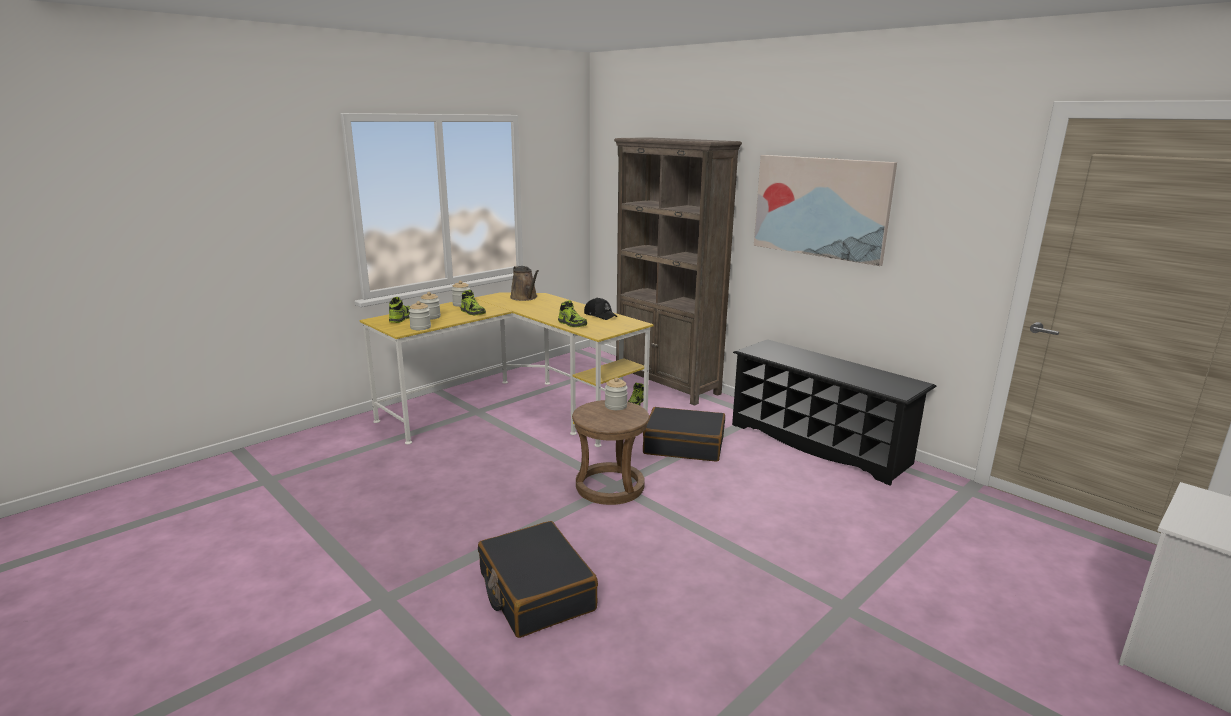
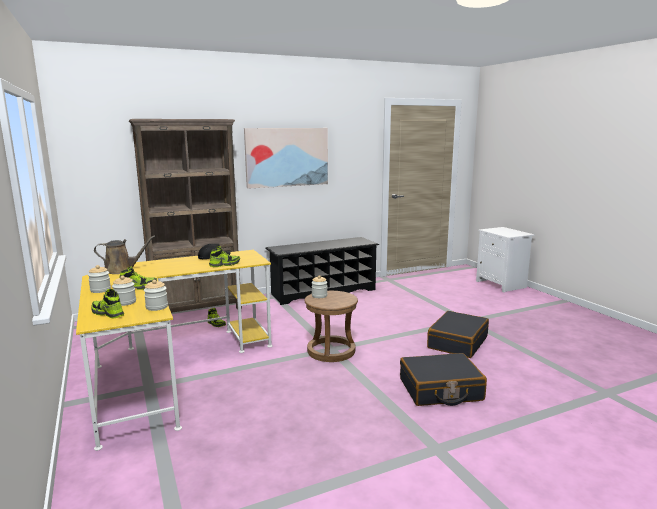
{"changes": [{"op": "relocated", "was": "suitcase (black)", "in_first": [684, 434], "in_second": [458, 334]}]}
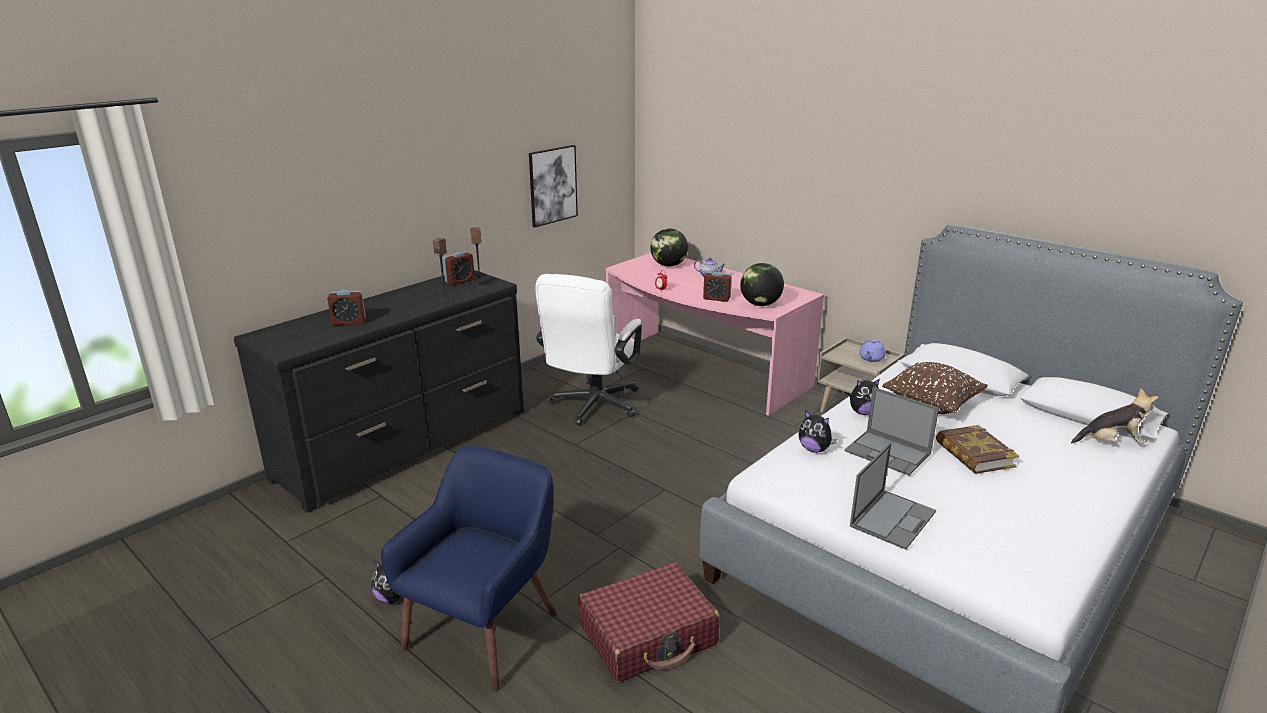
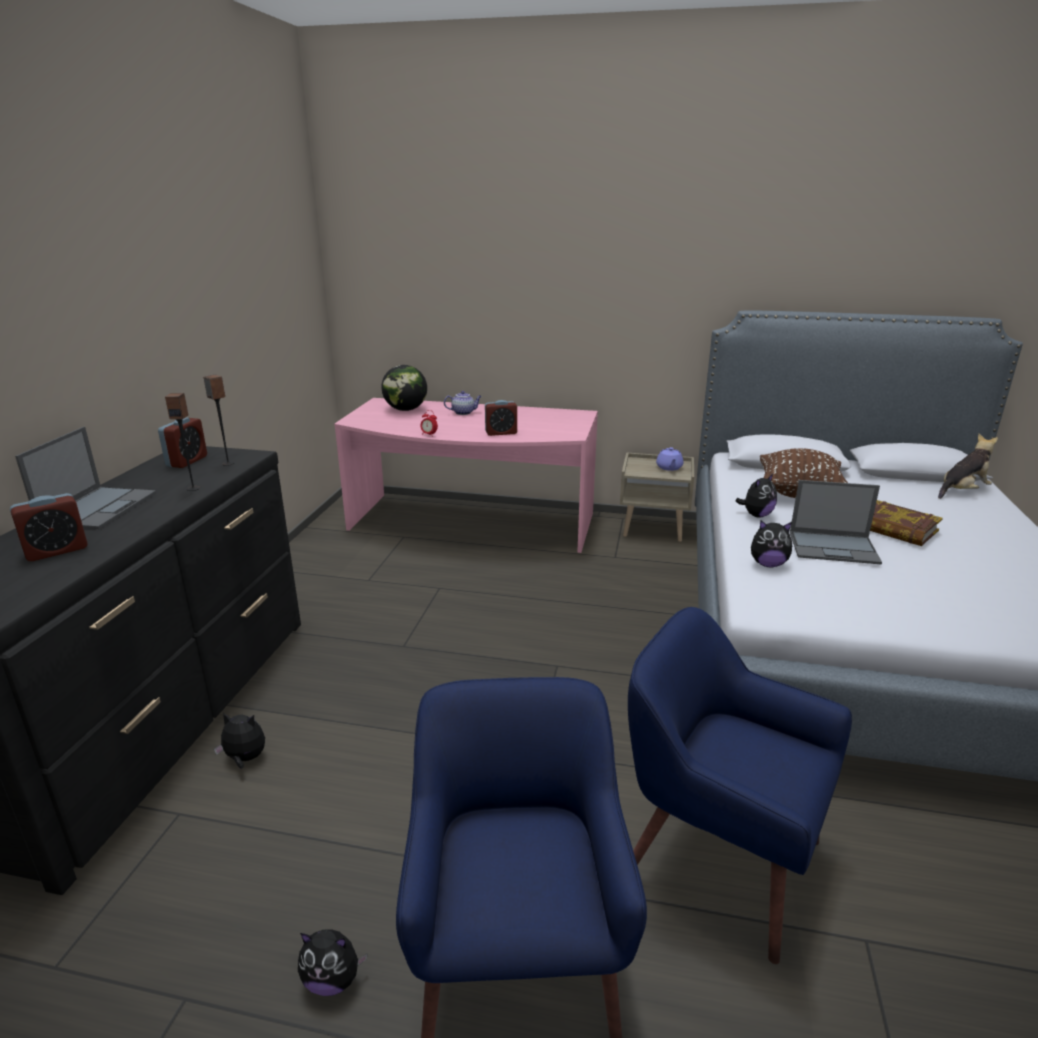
{"changes": [{"op": "missing", "was": "picture", "in_first": [553, 186]}, {"op": "missing", "was": "office chair (white)", "in_first": [588, 349]}, {"op": "exchanged", "was": "suitcase (red)", "now": "armchair (blue)", "in_first": [649, 622], "in_second": [740, 785]}, {"op": "missing", "was": "globe", "in_first": [762, 284]}, {"op": "relocated", "was": "laptop", "in_first": [893, 496], "in_second": [85, 478]}, {"op": "appeared", "now": "plush toy", "in_second": [239, 741]}]}
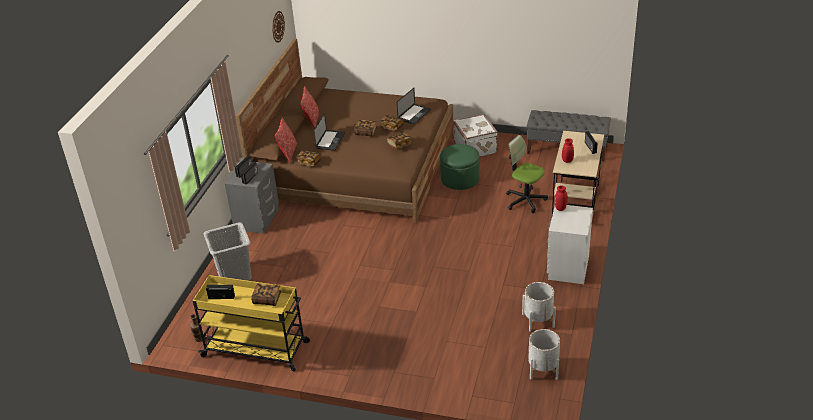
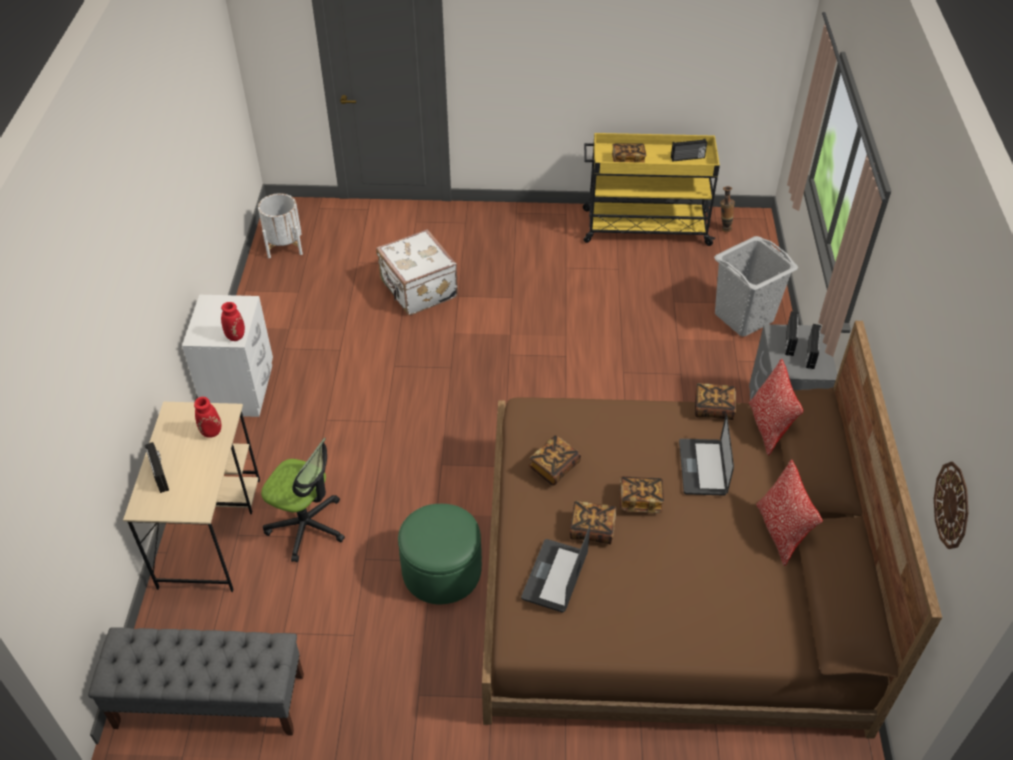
{"changes": [{"op": "relocated", "was": "suitcase (white)", "in_first": [475, 135], "in_second": [417, 272]}, {"op": "missing", "was": "planter (white)", "in_first": [539, 307]}]}
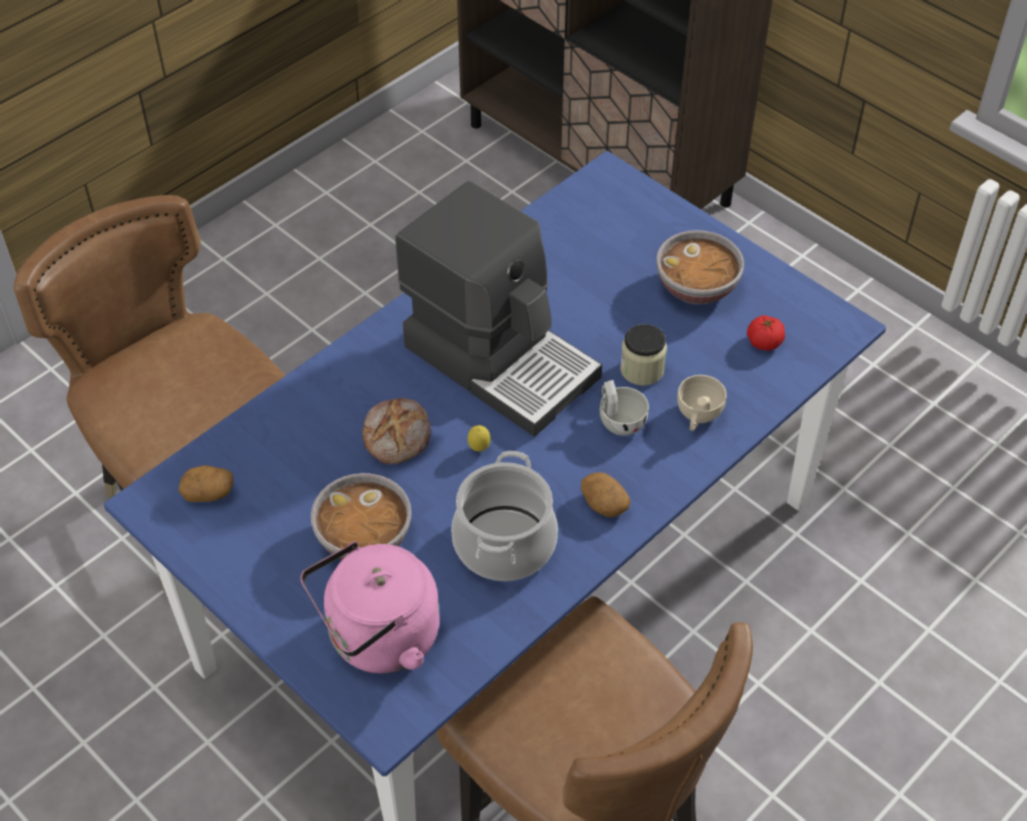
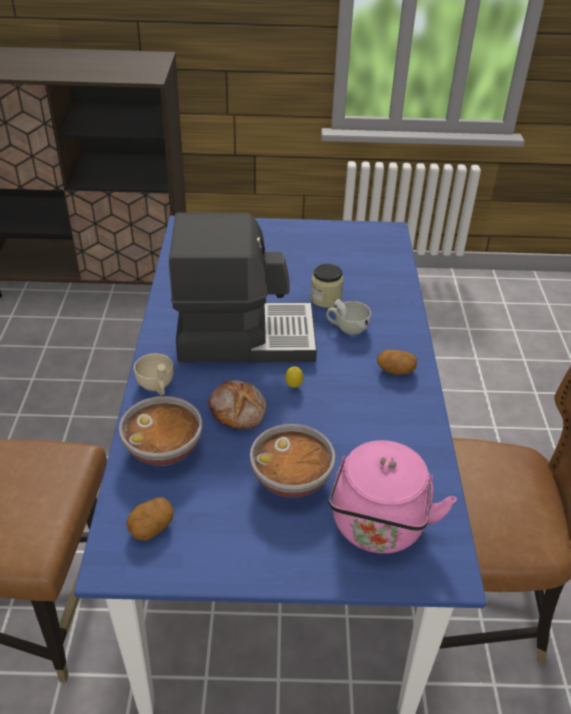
{"changes": [{"op": "missing", "was": "cooking pot", "in_first": [504, 516]}, {"op": "relocated", "was": "bowl", "in_first": [700, 267], "in_second": [160, 431]}, {"op": "relocated", "was": "cup (beige)", "in_first": [702, 403], "in_second": [154, 374]}, {"op": "missing", "was": "tomato", "in_first": [766, 333]}]}
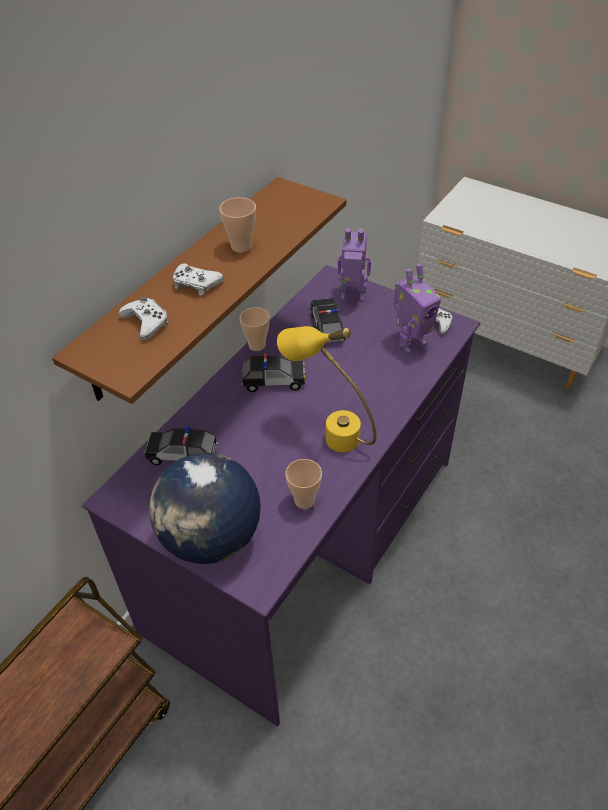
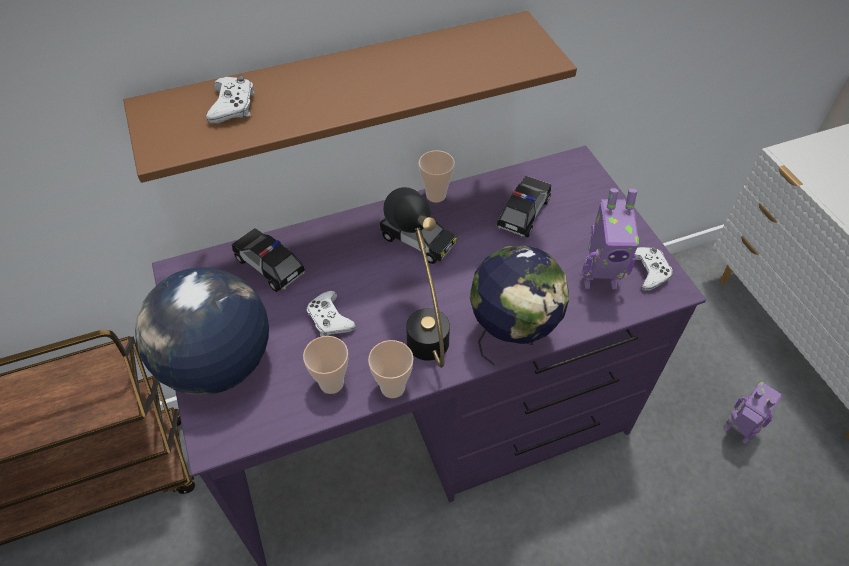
{"changes": [{"op": "relocated", "was": "game controller (white)", "in_first": [198, 279], "in_second": [331, 313]}, {"op": "relocated", "was": "cup", "in_first": [237, 225], "in_second": [391, 369]}, {"op": "colour", "was": "table lamp (yellow)", "now": "table lamp (black)", "in_first": [326, 389], "in_second": [416, 277]}, {"op": "relocated", "was": "toy robot", "in_first": [354, 264], "in_second": [753, 413]}, {"op": "appeared", "now": "globe", "in_second": [519, 305]}]}
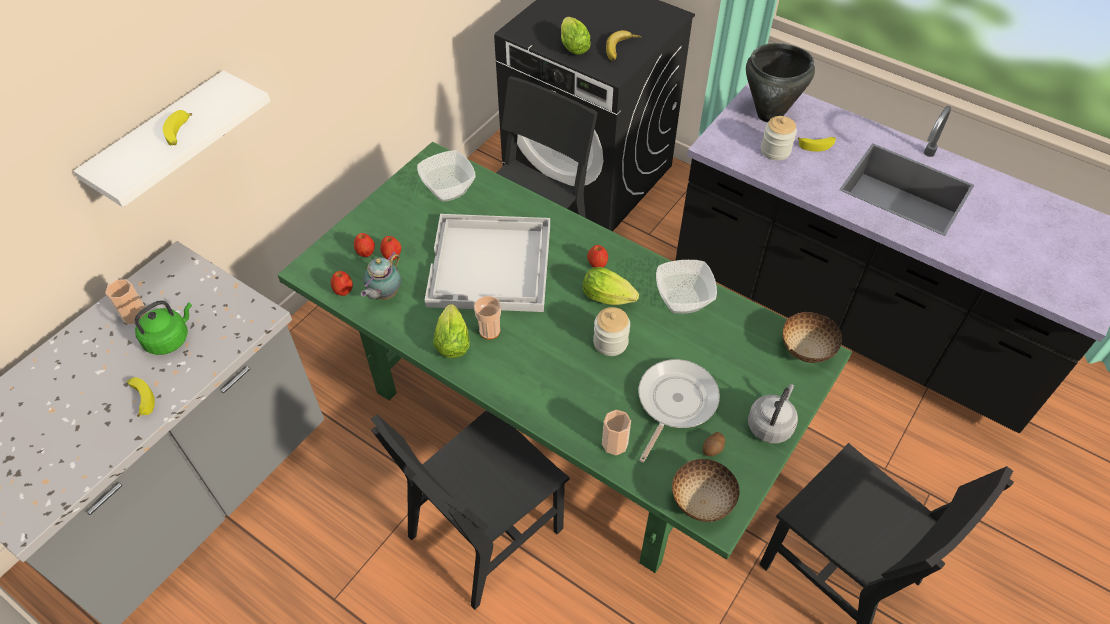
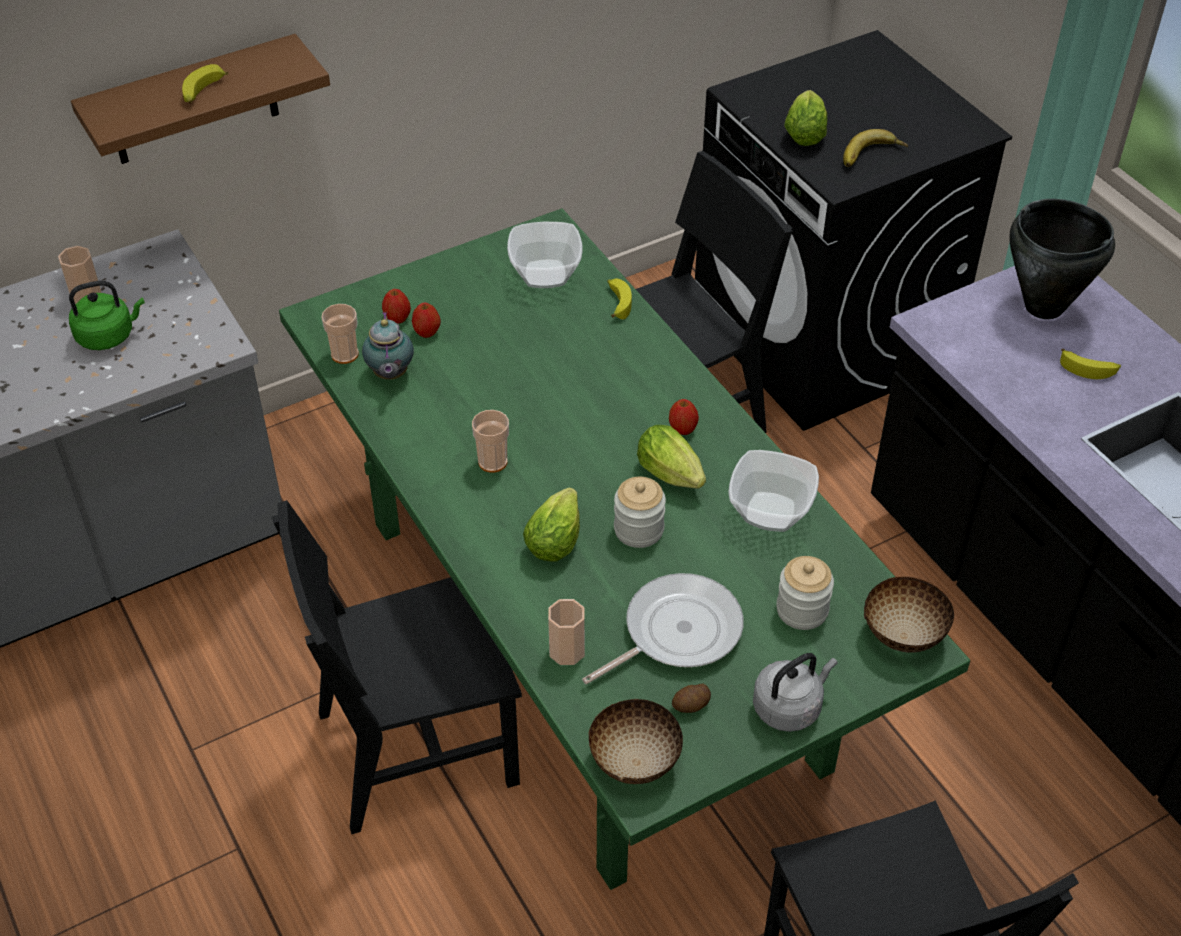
{"changes": [{"op": "colour", "was": "shelf (white)", "now": "shelf (brown)", "in_first": [172, 138], "in_second": [200, 99]}, {"op": "relocated", "was": "banana", "in_first": [141, 397], "in_second": [620, 298]}, {"op": "exchanged", "was": "apple", "now": "cup", "in_first": [341, 283], "in_second": [340, 334]}, {"op": "spun", "was": "teapot", "in_first": [381, 276], "in_second": [388, 346], "clockwise": -60}, {"op": "missing", "was": "tray (white)", "in_first": [487, 263]}, {"op": "relocated", "was": "lettuce", "in_first": [451, 331], "in_second": [551, 524]}, {"op": "relocated", "was": "jar", "in_first": [779, 138], "in_second": [805, 593]}]}
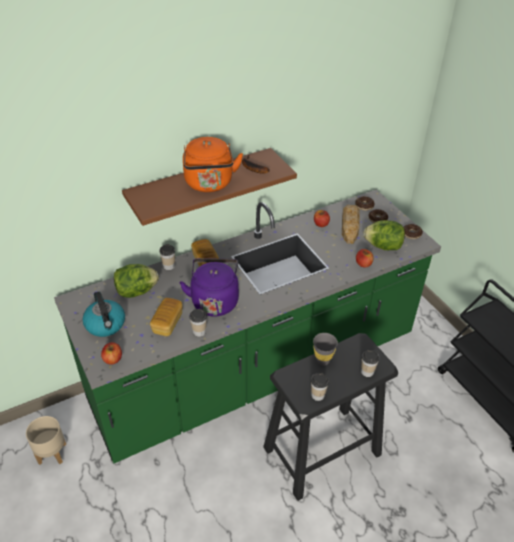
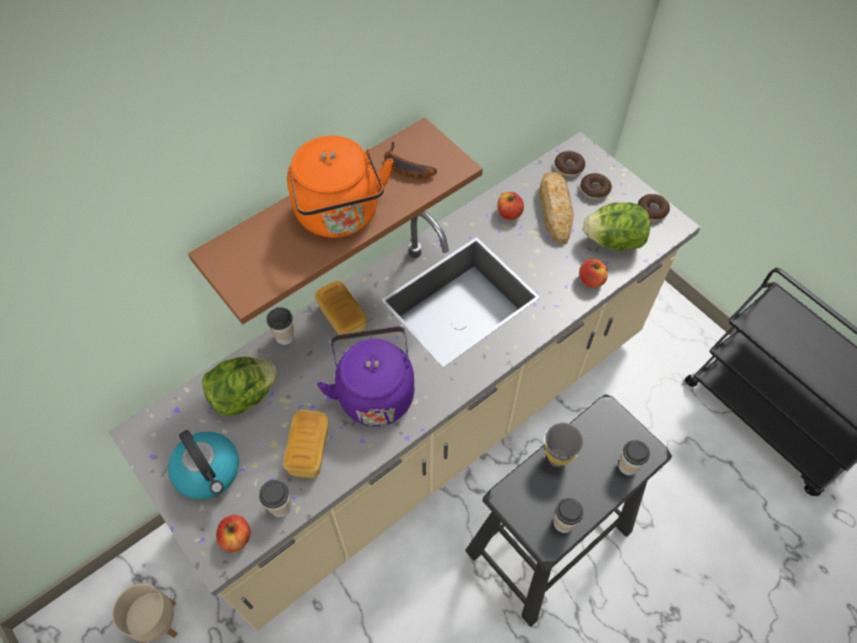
{"changes": [{"op": "colour", "was": "counter (green)", "now": "counter (beige)", "in_first": [247, 326], "in_second": [404, 381]}, {"op": "relocated", "was": "cup", "in_first": [198, 323], "in_second": [275, 499]}]}
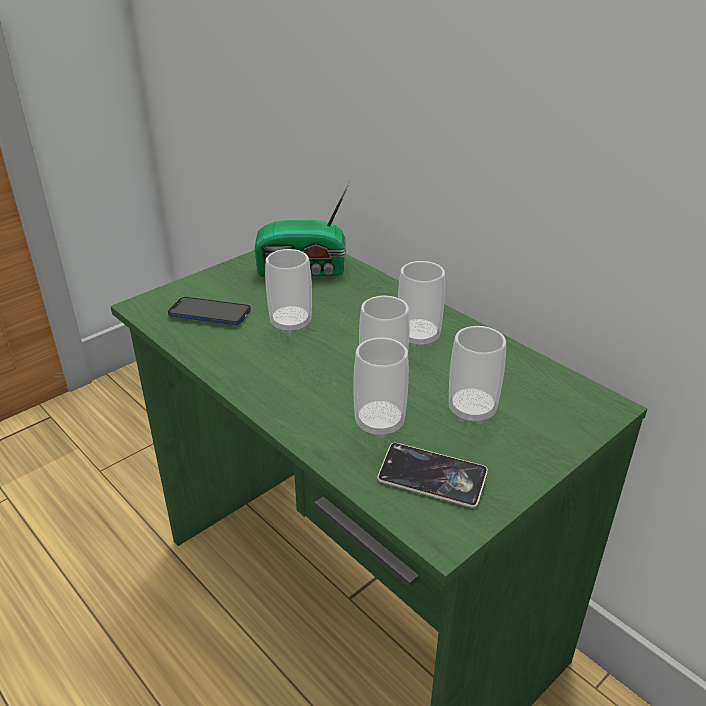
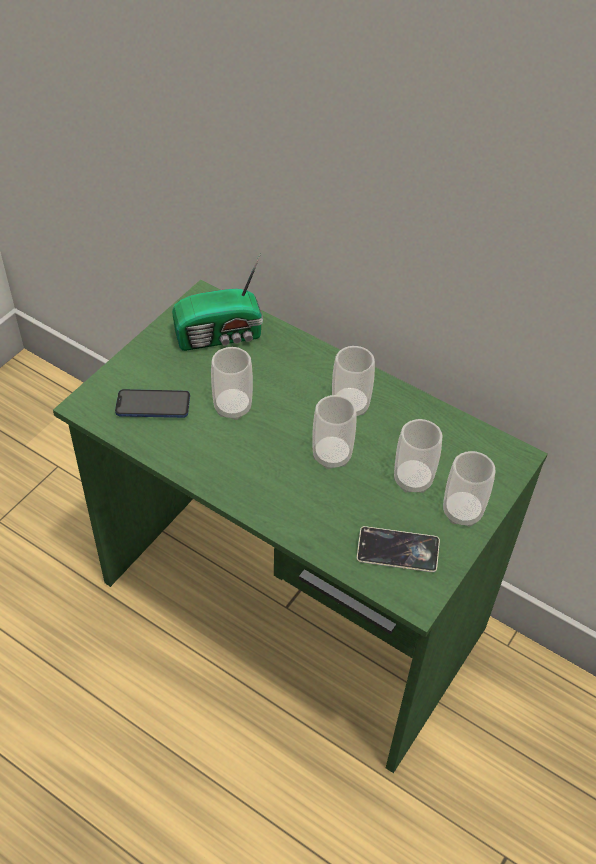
{"changes": [{"op": "relocated", "was": "cup", "in_first": [381, 388], "in_second": [469, 489]}]}
